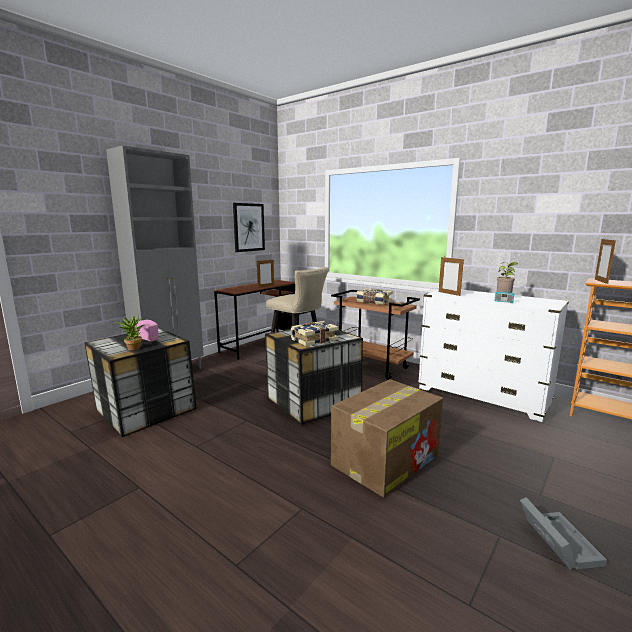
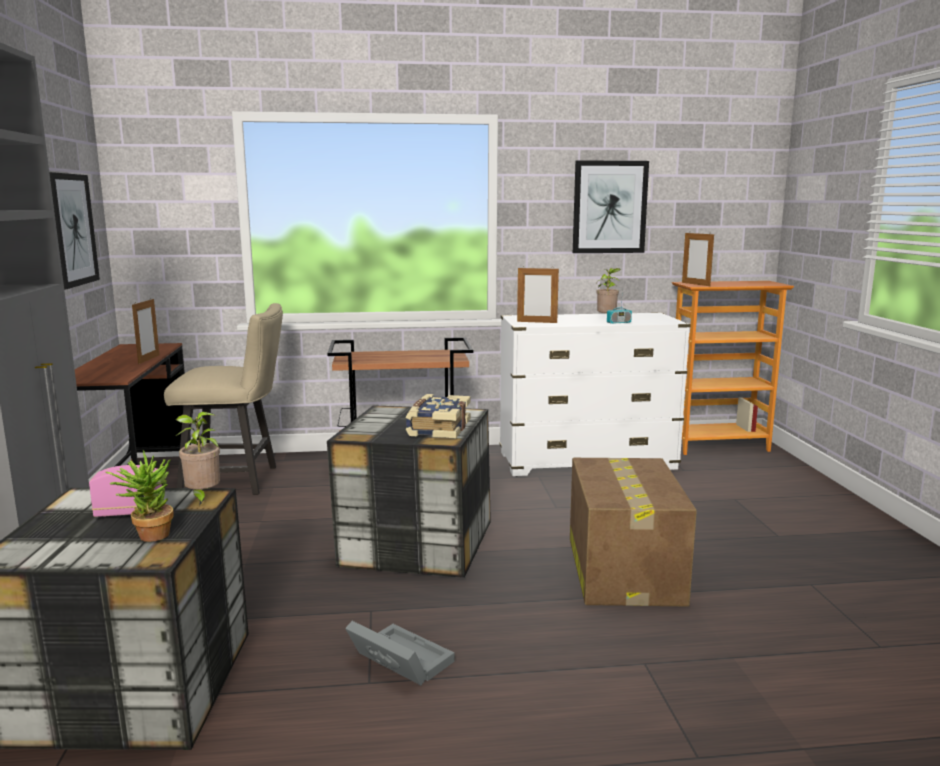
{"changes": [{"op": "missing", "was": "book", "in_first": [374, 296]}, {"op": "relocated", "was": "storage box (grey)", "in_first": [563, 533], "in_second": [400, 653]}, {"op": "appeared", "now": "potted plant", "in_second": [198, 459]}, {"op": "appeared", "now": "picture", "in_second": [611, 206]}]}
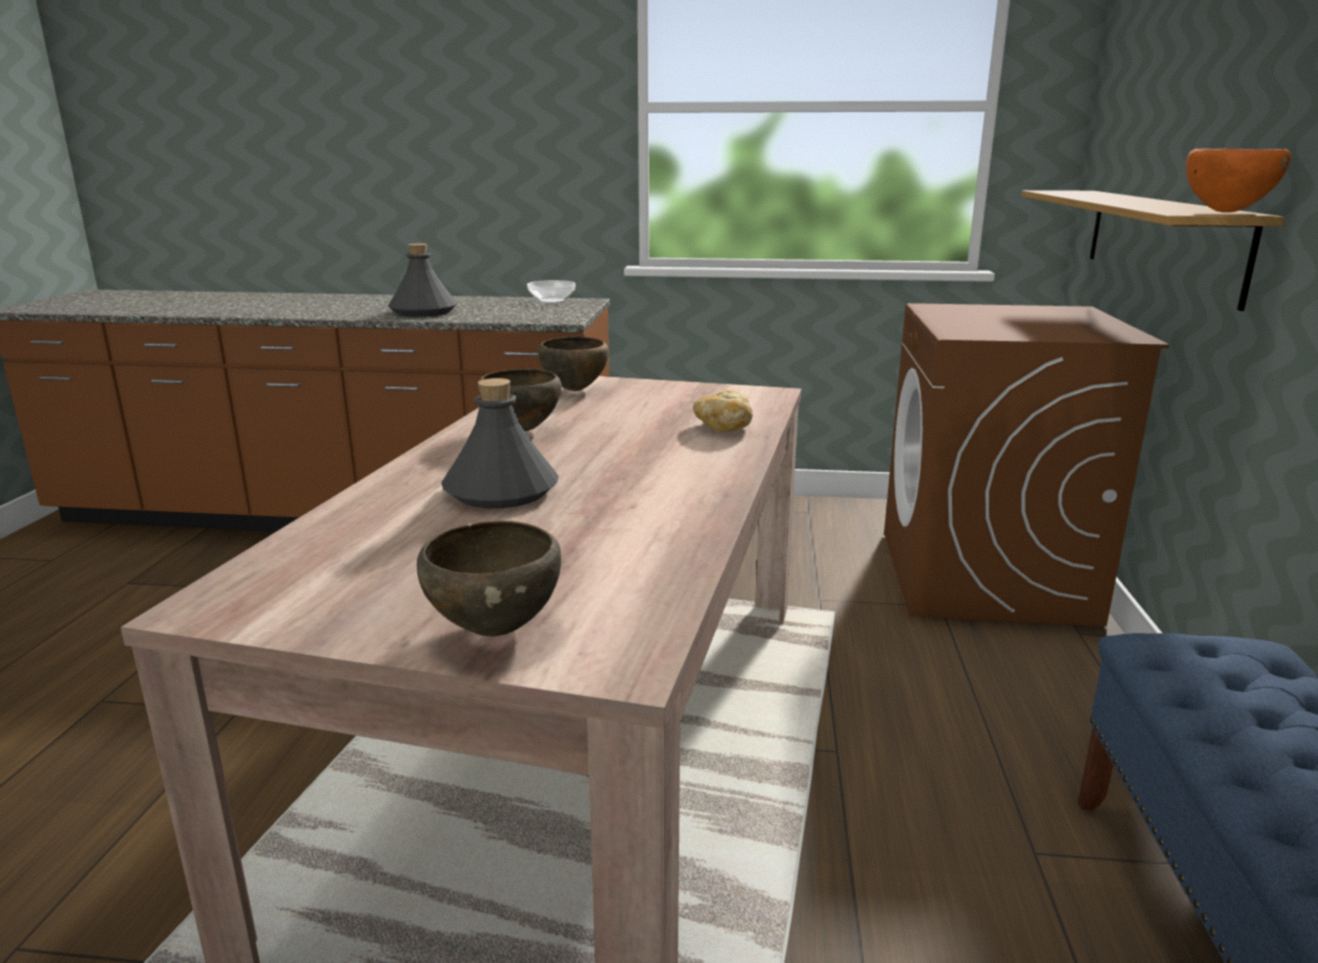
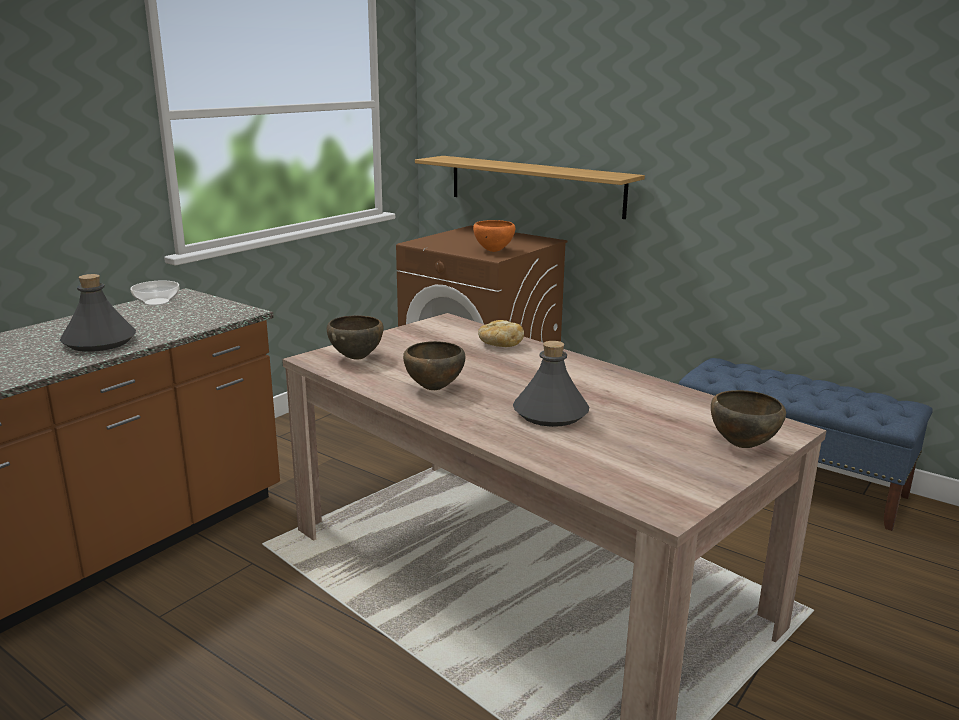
{"changes": [{"op": "relocated", "was": "bowl (orange)", "in_first": [1238, 181], "in_second": [494, 236]}]}
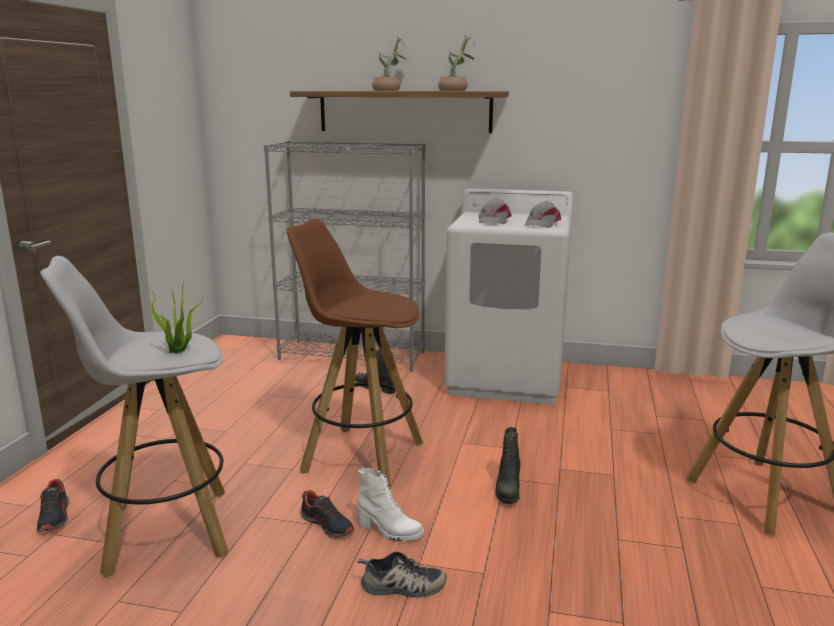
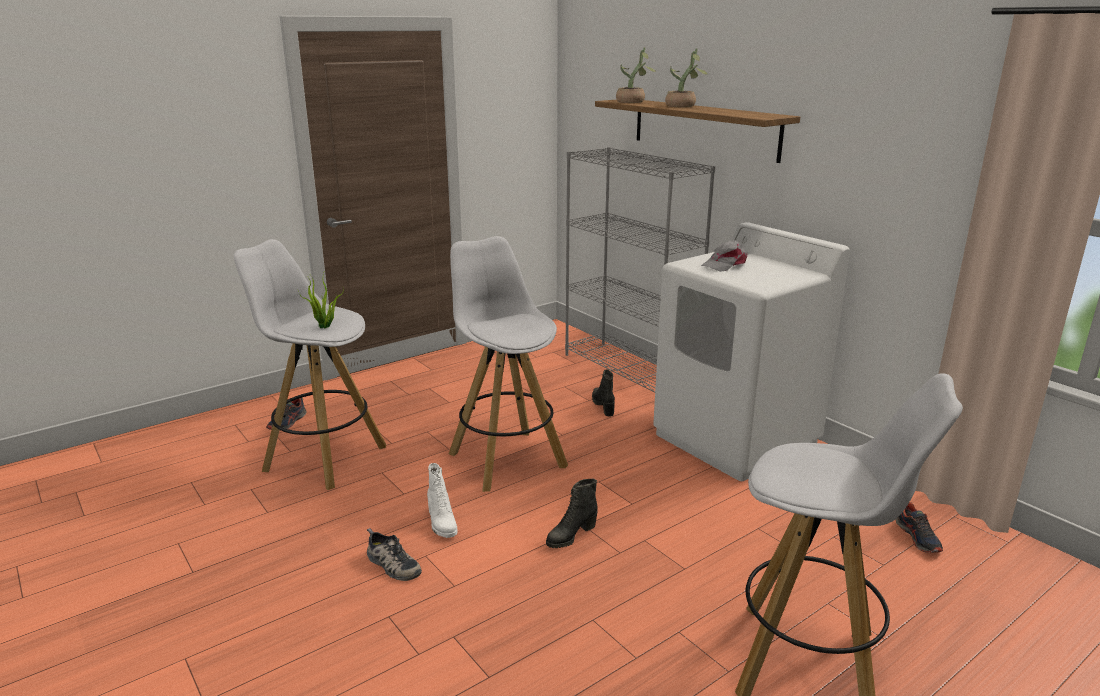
{"changes": [{"op": "colour", "was": "stool (brown)", "now": "stool (white)", "in_first": [355, 352], "in_second": [508, 364]}, {"op": "relocated", "was": "shoe", "in_first": [327, 514], "in_second": [919, 527]}, {"op": "relocated", "was": "potted plant", "in_first": [456, 63], "in_second": [636, 75]}, {"op": "missing", "was": "cap (grey)", "in_first": [543, 214]}]}
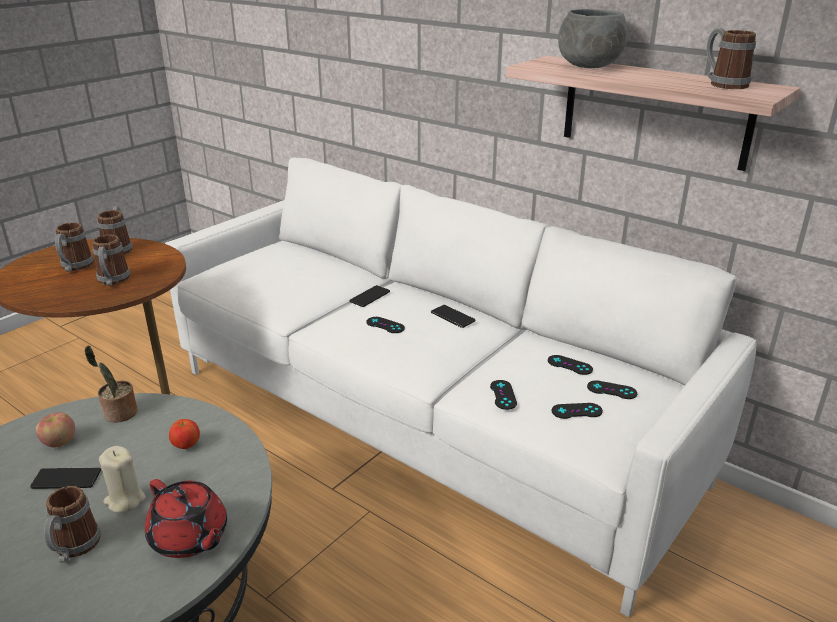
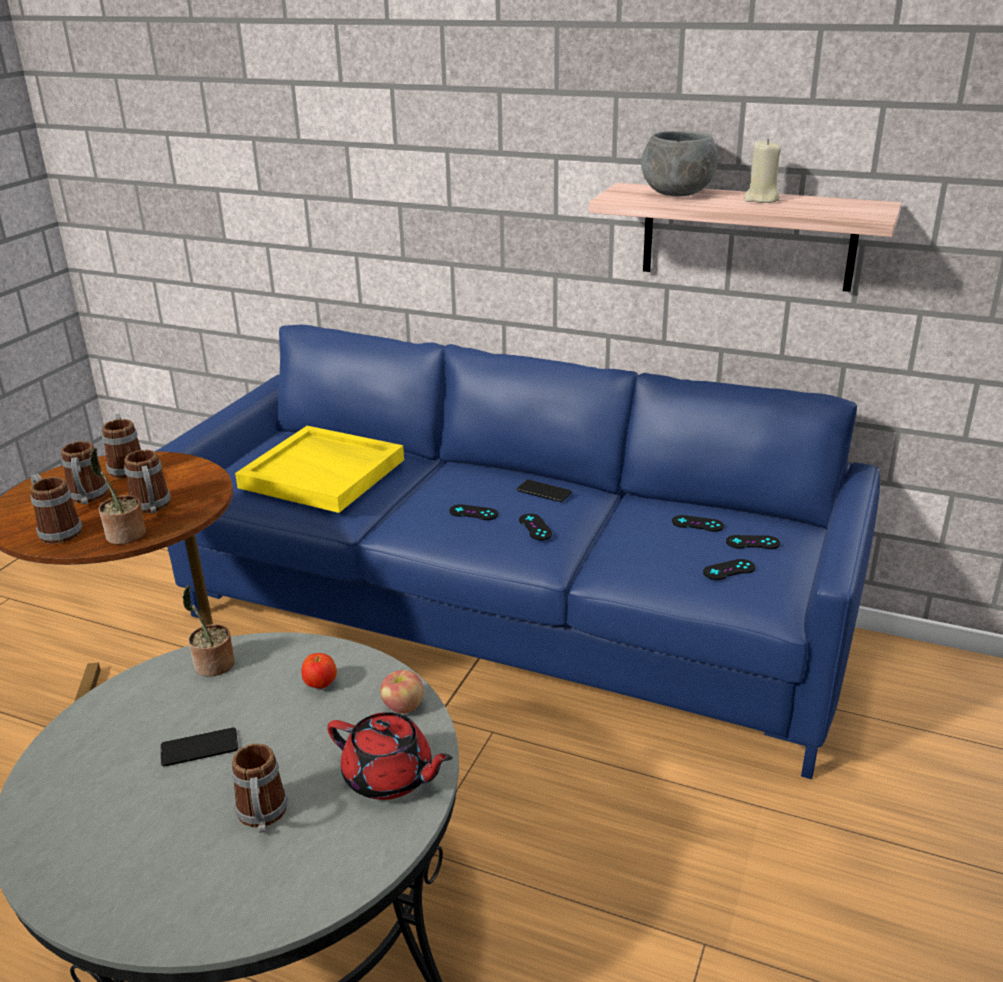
{"changes": [{"op": "relocated", "was": "apple", "in_first": [55, 430], "in_second": [402, 692]}, {"op": "relocated", "was": "candle (beige)", "in_first": [122, 479], "in_second": [762, 171]}, {"op": "colour", "was": "sofa (white)", "now": "sofa (blue)", "in_first": [461, 387], "in_second": [518, 552]}, {"op": "missing", "was": "phone", "in_first": [369, 296]}, {"op": "relocated", "was": "game controller (black)", "in_first": [503, 395], "in_second": [536, 527]}, {"op": "relocated", "was": "mug", "in_first": [731, 58], "in_second": [56, 509]}, {"op": "appeared", "now": "potted plant", "in_second": [118, 496]}, {"op": "appeared", "now": "tray (yellow)", "in_second": [319, 469]}]}
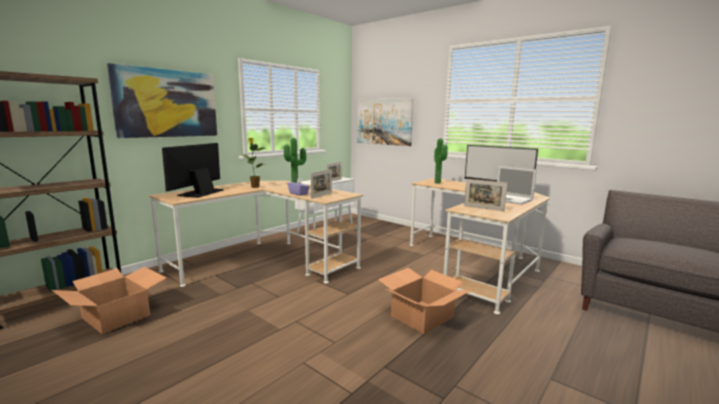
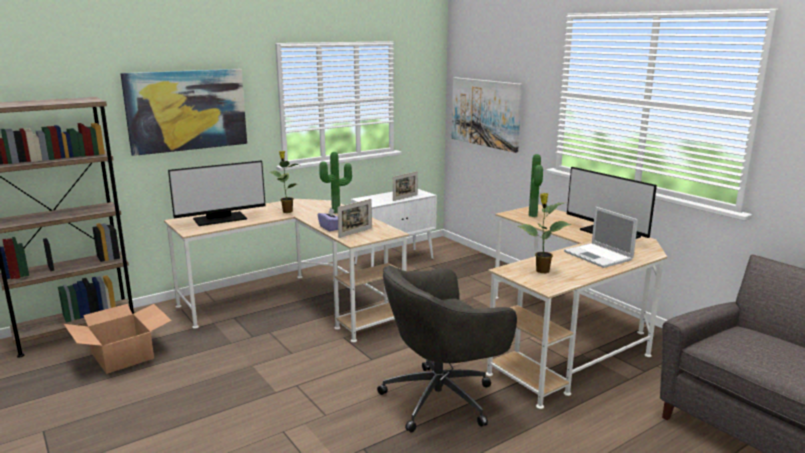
{"changes": [{"op": "spun", "was": "monitor", "in_first": [193, 170], "in_second": [217, 193], "clockwise": -150}, {"op": "exchanged", "was": "cardboard box", "now": "office chair (grey)", "in_first": [425, 301], "in_second": [447, 349]}, {"op": "exchanged", "was": "picture frame", "now": "potted plant", "in_first": [485, 195], "in_second": [544, 233]}]}
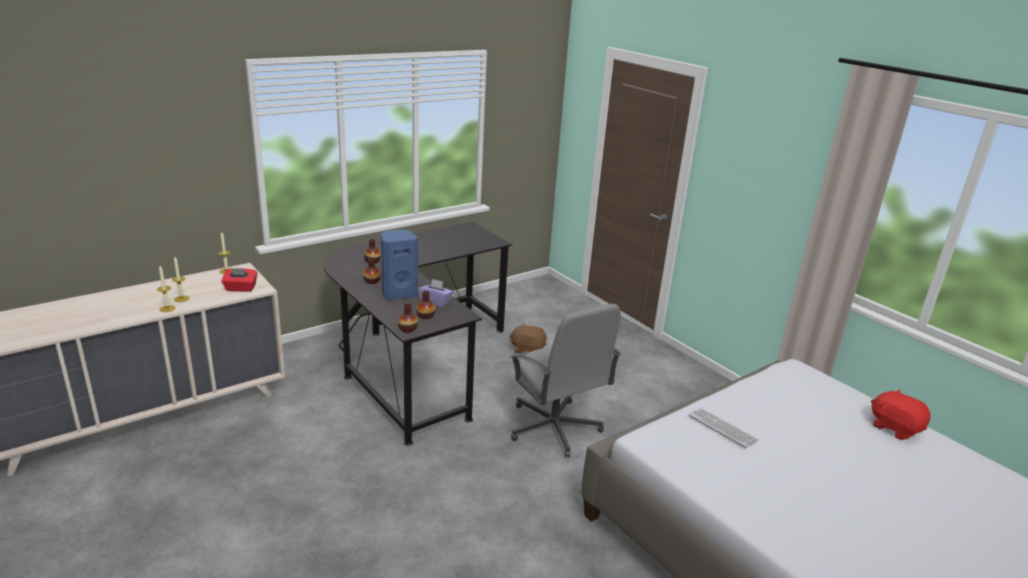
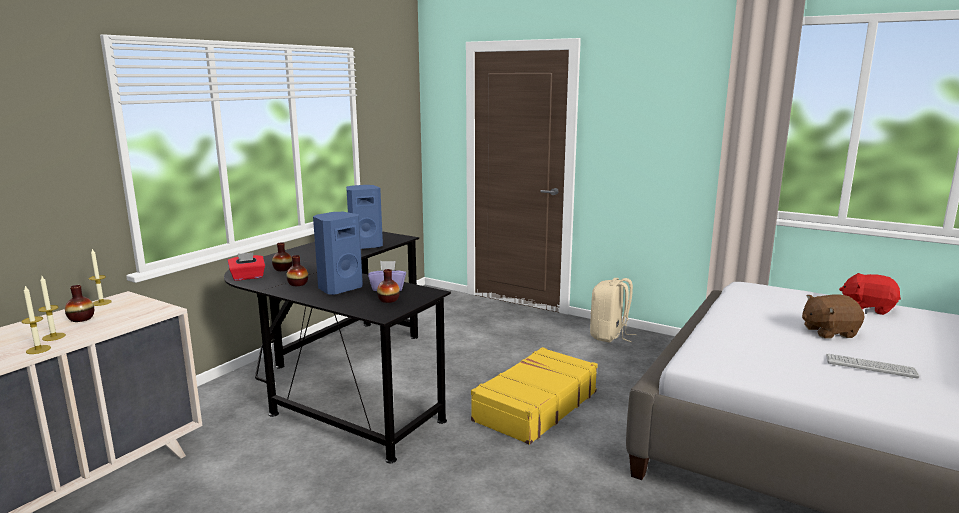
{"changes": [{"op": "relocated", "was": "tissue box (red)", "in_first": [239, 280], "in_second": [246, 267]}, {"op": "relocated", "was": "vase", "in_first": [408, 318], "in_second": [79, 303]}, {"op": "relocated", "was": "plush toy (brown)", "in_first": [528, 338], "in_second": [833, 316]}, {"op": "exchanged", "was": "office chair (grey)", "now": "suitcase (yellow)", "in_first": [566, 381], "in_second": [534, 396]}, {"op": "relocated", "was": "keyboard", "in_first": [723, 428], "in_second": [872, 366]}, {"op": "appeared", "now": "speaker (blue)", "in_second": [364, 217]}, {"op": "appeared", "now": "backpack (beige)", "in_second": [613, 310]}]}
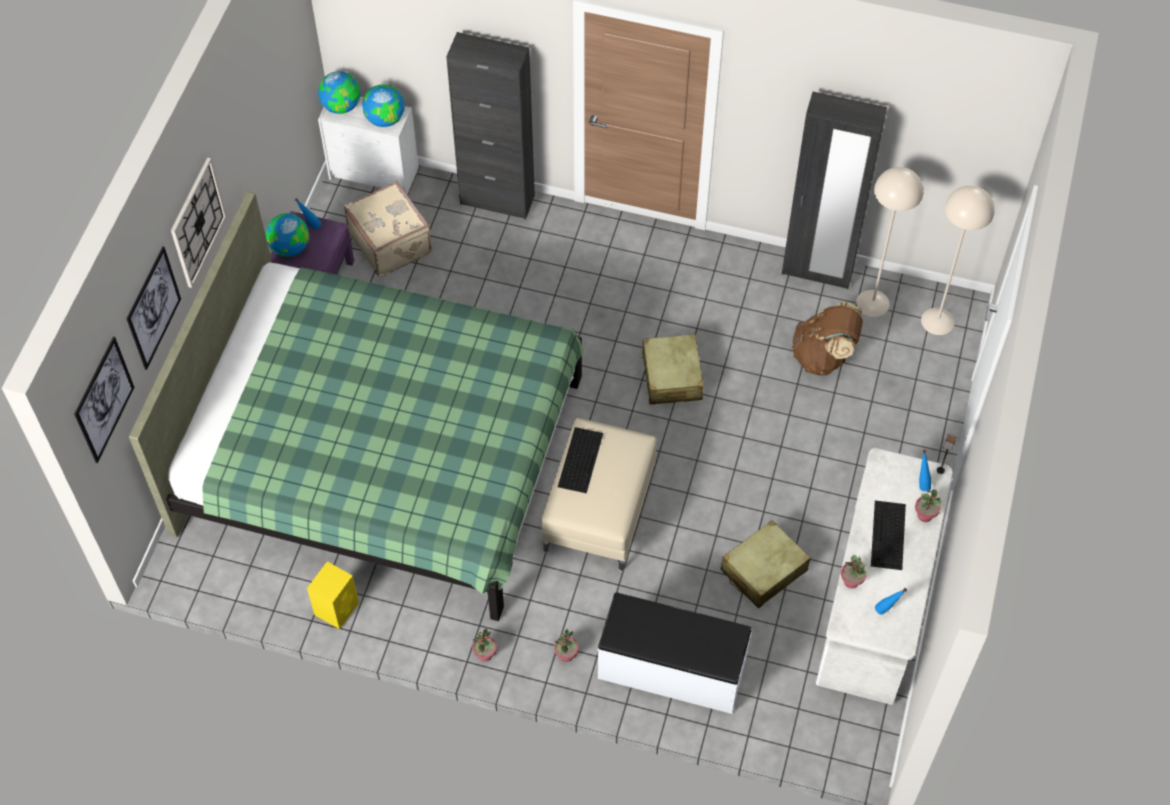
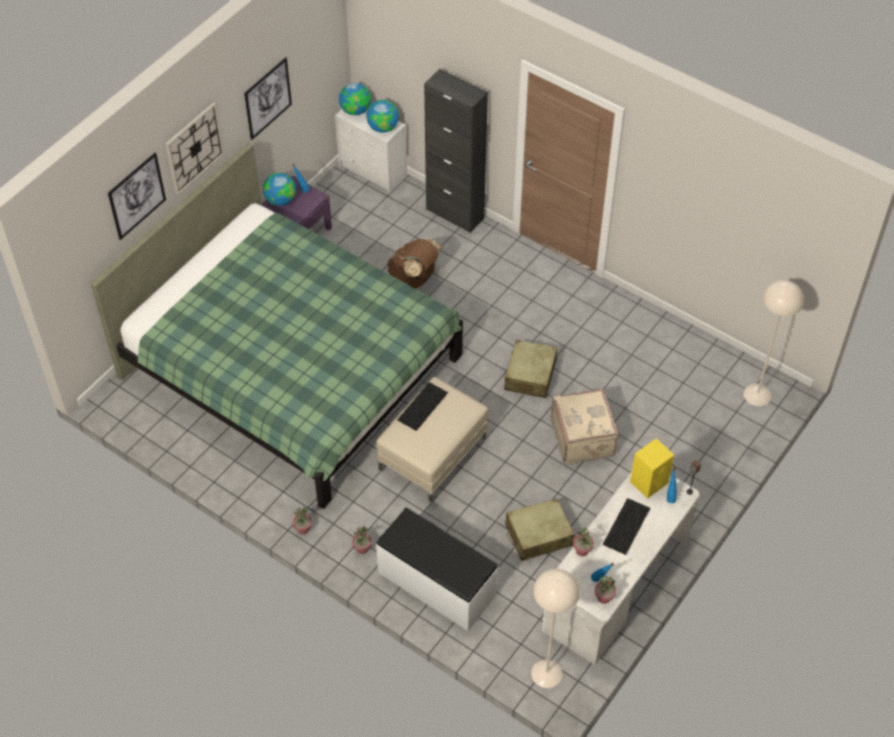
{"changes": [{"op": "relocated", "was": "picture", "in_first": [104, 400], "in_second": [268, 98]}, {"op": "relocated", "was": "speaker (yellow)", "in_first": [333, 595], "in_second": [652, 468]}, {"op": "relocated", "was": "suitcase (beige)", "in_first": [387, 229], "in_second": [585, 426]}, {"op": "missing", "was": "wardrobe (black)", "in_first": [834, 190]}, {"op": "relocated", "was": "backpack (brown)", "in_first": [827, 339], "in_second": [415, 263]}, {"op": "relocated", "was": "floor lamp (beige)", "in_first": [889, 242], "in_second": [555, 628]}, {"op": "relocated", "was": "potted plant", "in_first": [928, 505], "in_second": [605, 590]}]}
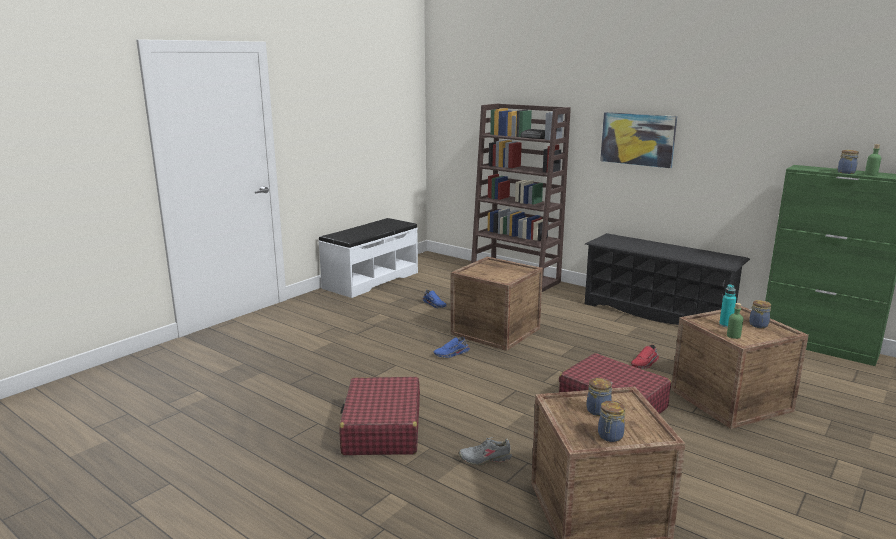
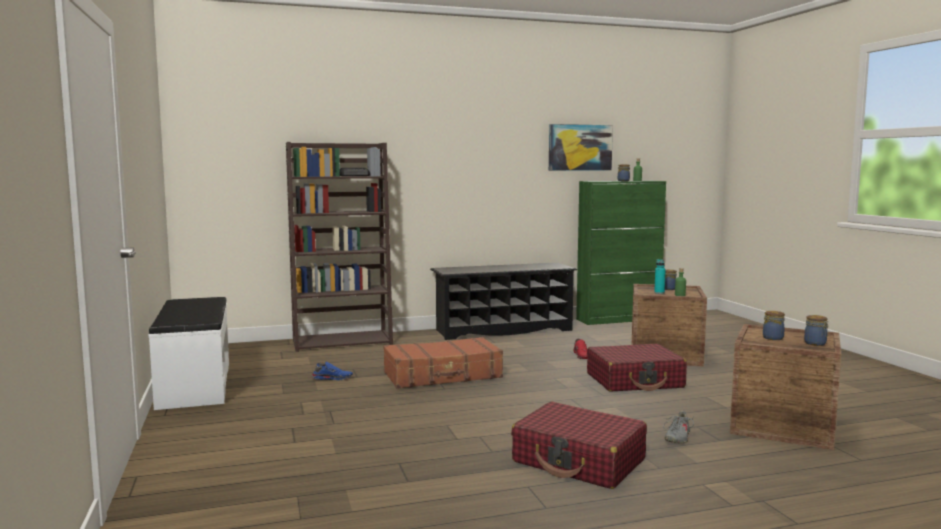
{"changes": [{"op": "missing", "was": "shoe (blue)", "in_first": [452, 347]}, {"op": "exchanged", "was": "crate", "now": "suitcase (brown)", "in_first": [497, 304], "in_second": [443, 363]}, {"op": "relocated", "was": "picture", "in_first": [638, 140], "in_second": [581, 147]}]}
